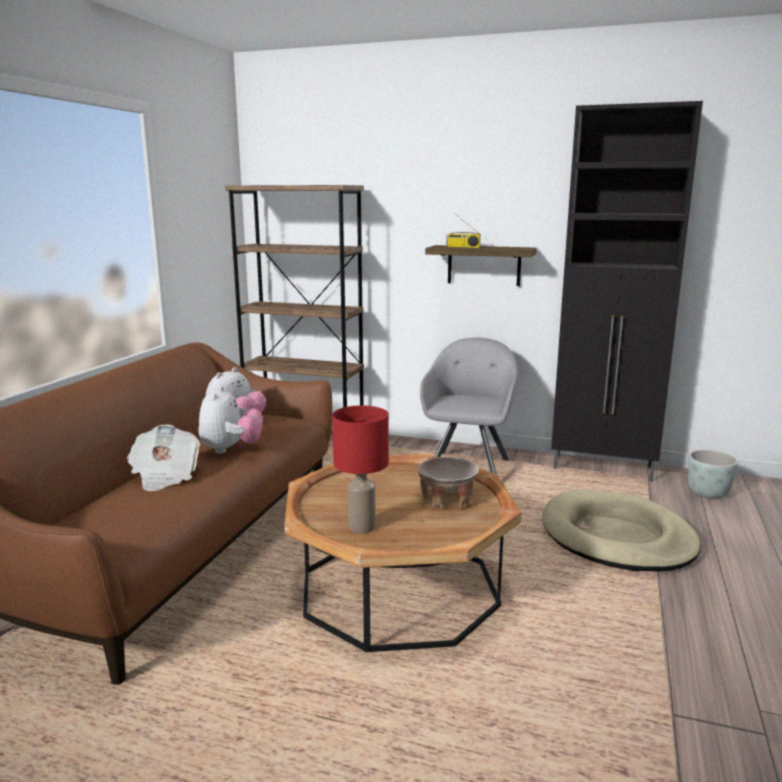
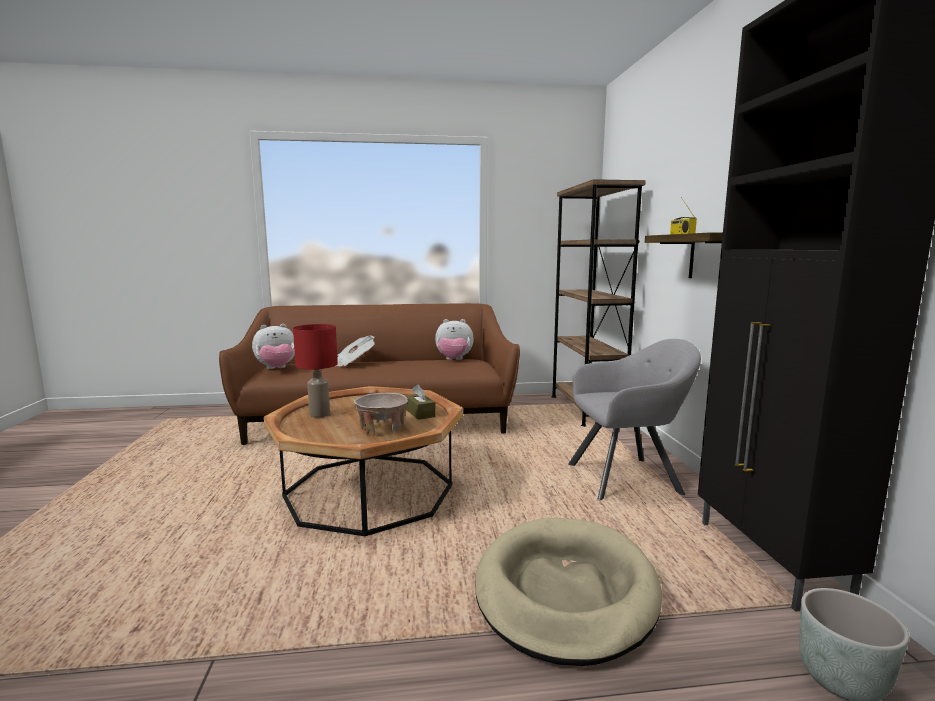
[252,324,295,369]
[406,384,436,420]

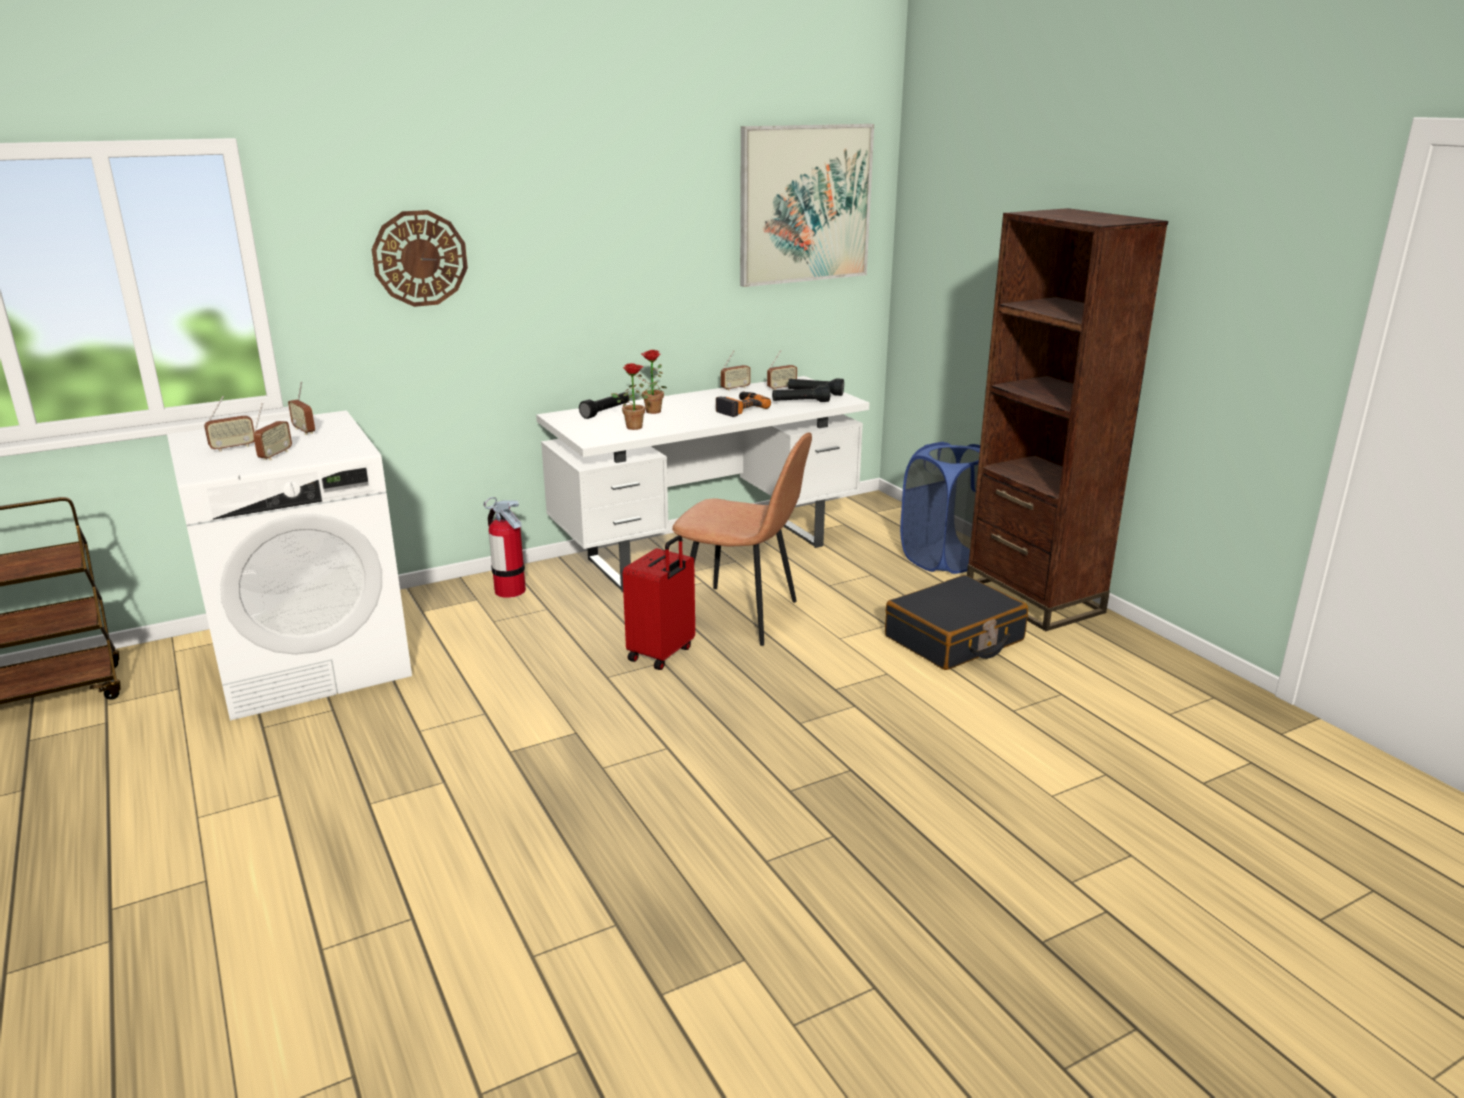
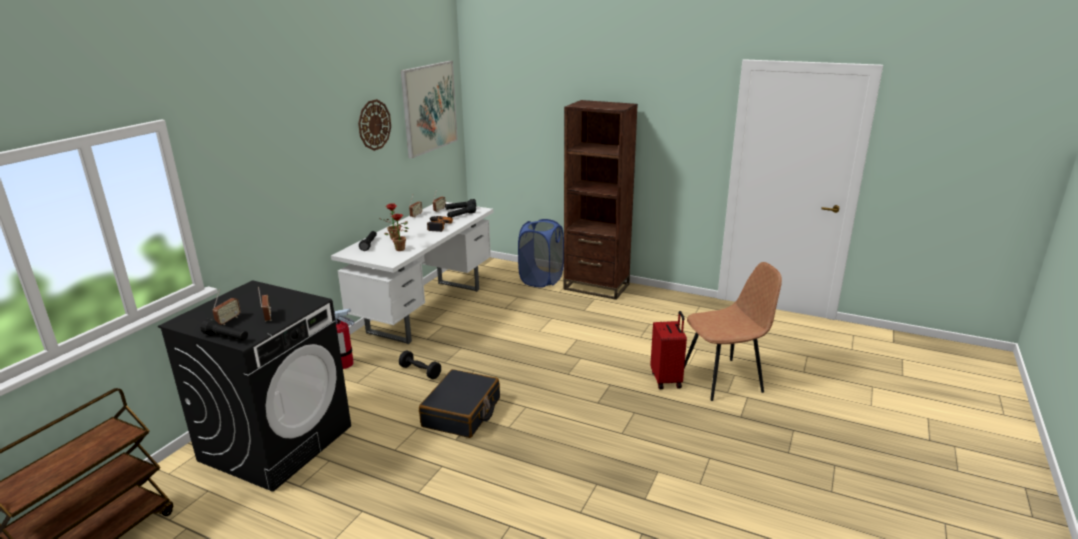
[358,99,391,151]
[288,381,315,435] (first image)
[158,280,351,492]
[684,262,782,401]
[651,311,687,389]
[419,369,500,438]
[201,319,248,341]
[399,350,441,379]

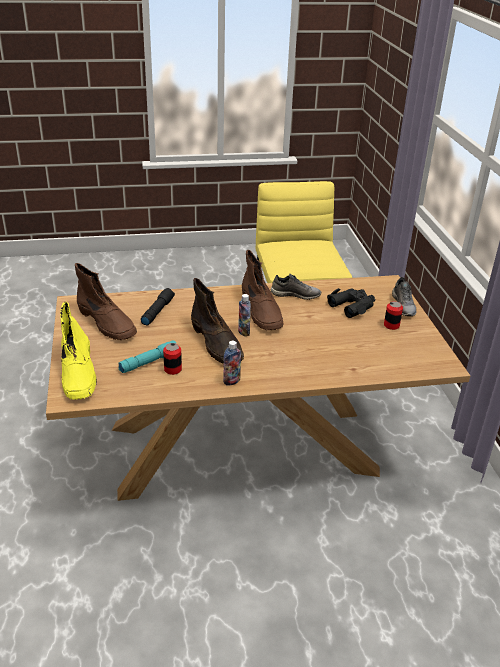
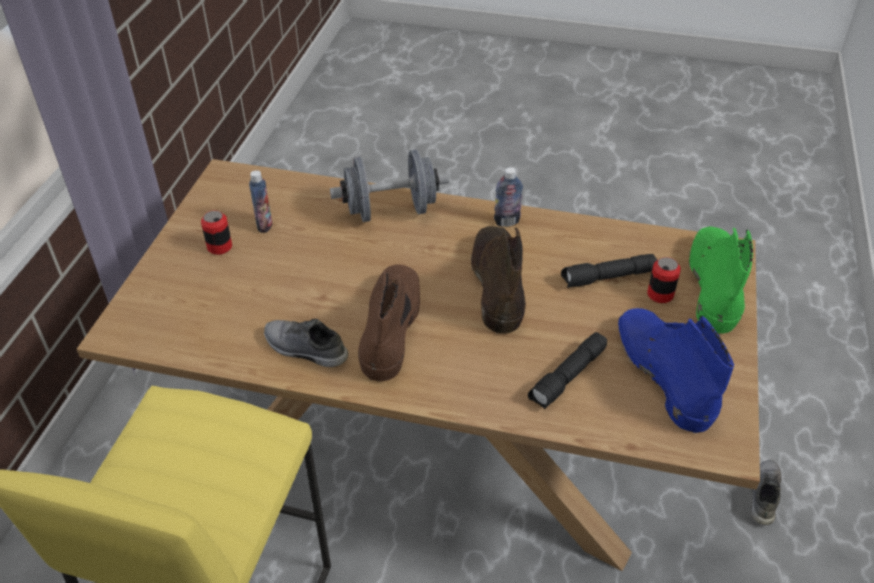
[618,308,734,434]
[750,460,781,525]
[327,288,375,318] (first image)
[249,170,272,233]
[689,226,753,334]
[561,254,657,288]
[647,257,681,303]
[330,149,449,222]

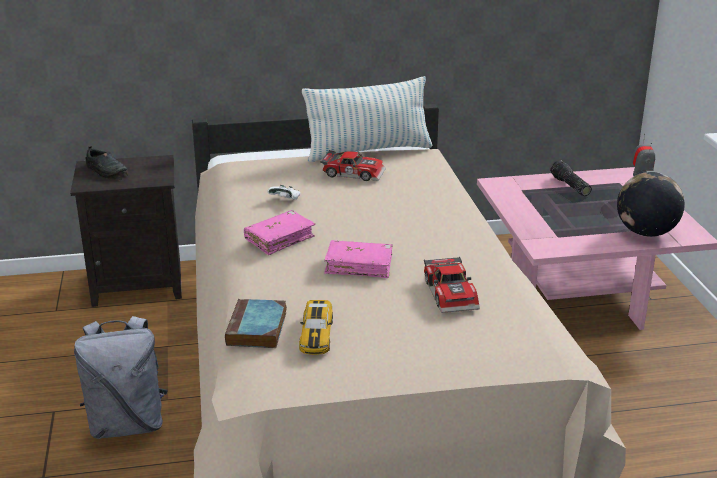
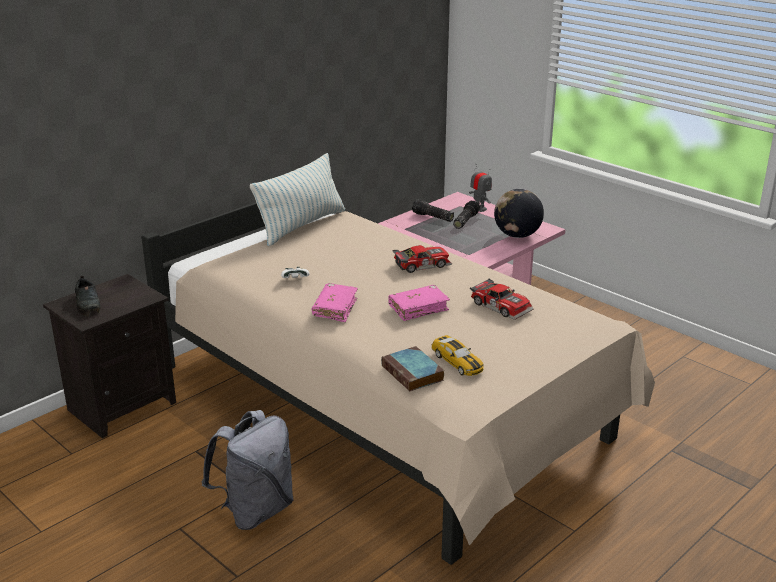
[75,276,100,317]
[392,245,452,273]
[453,201,480,229]

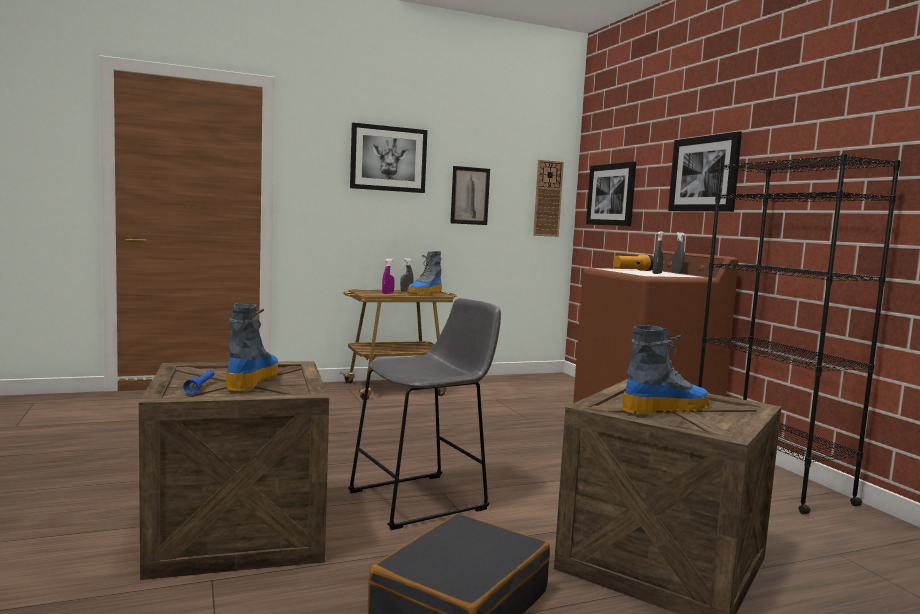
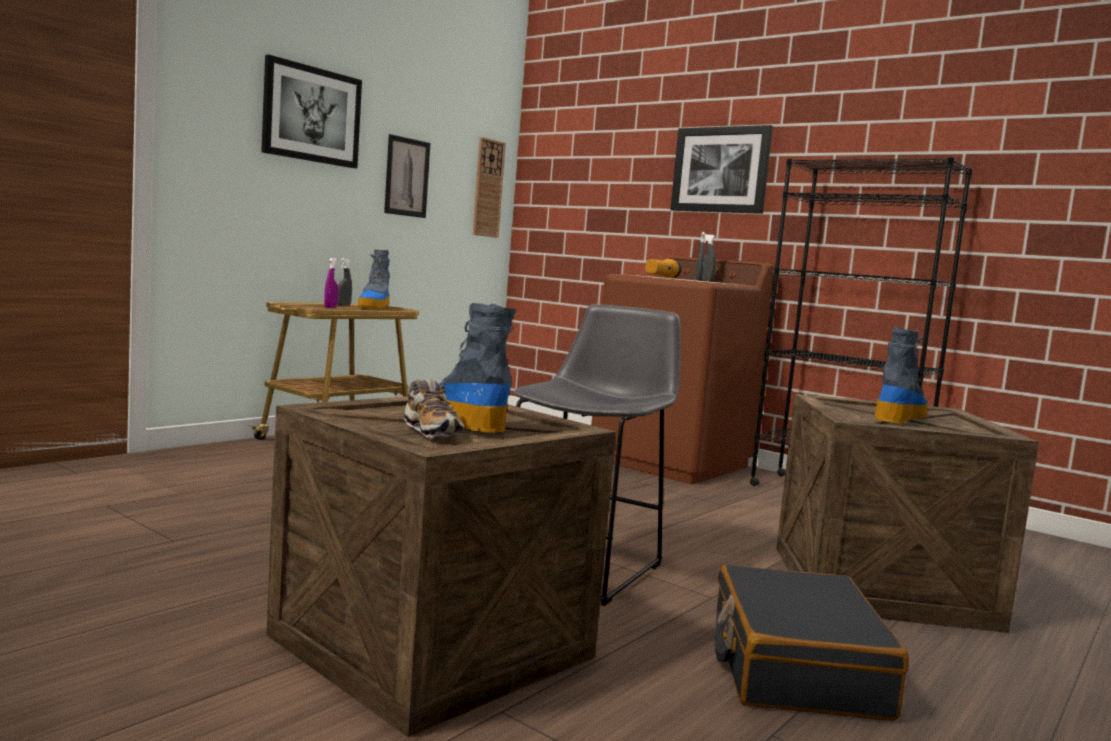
[586,161,636,226] (first image)
[404,379,464,438]

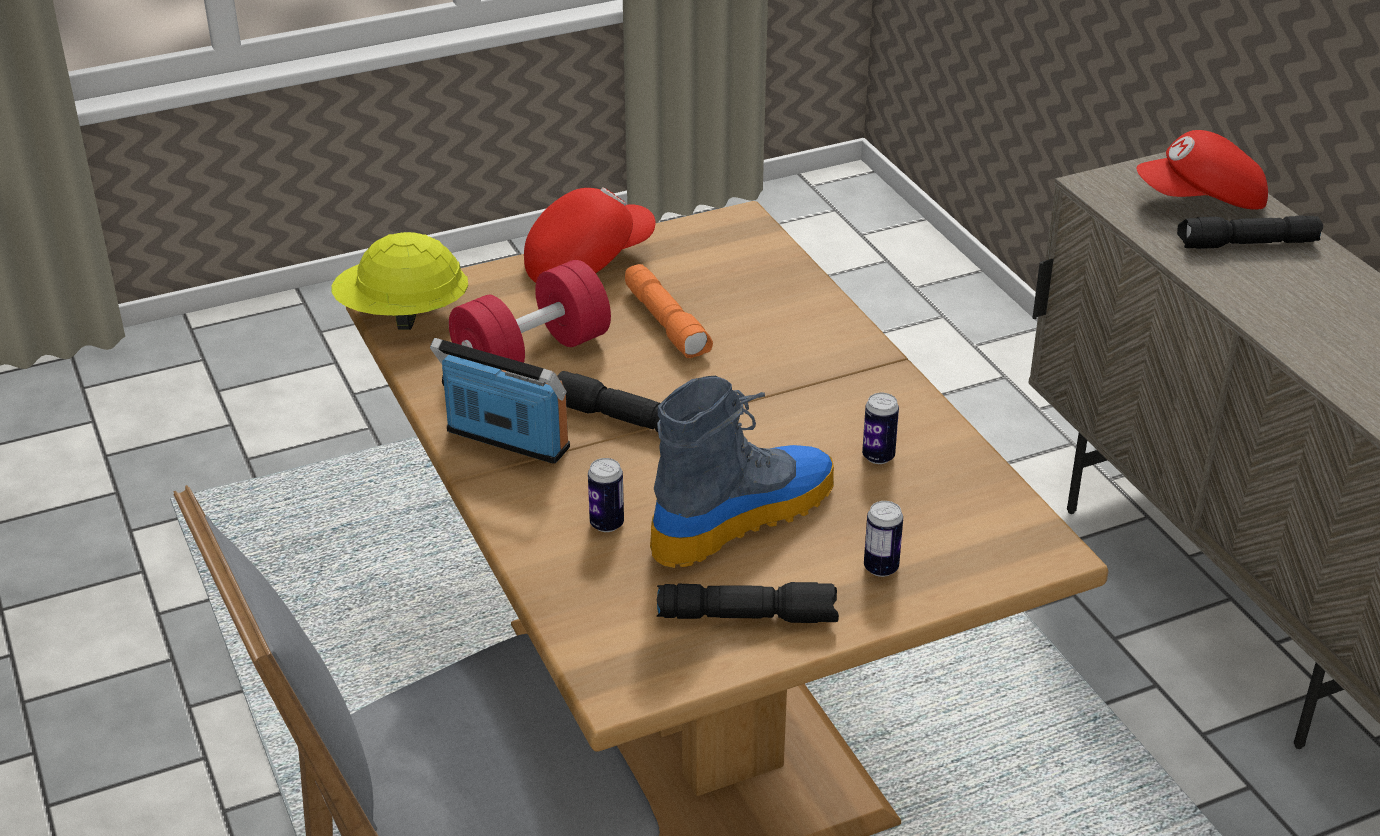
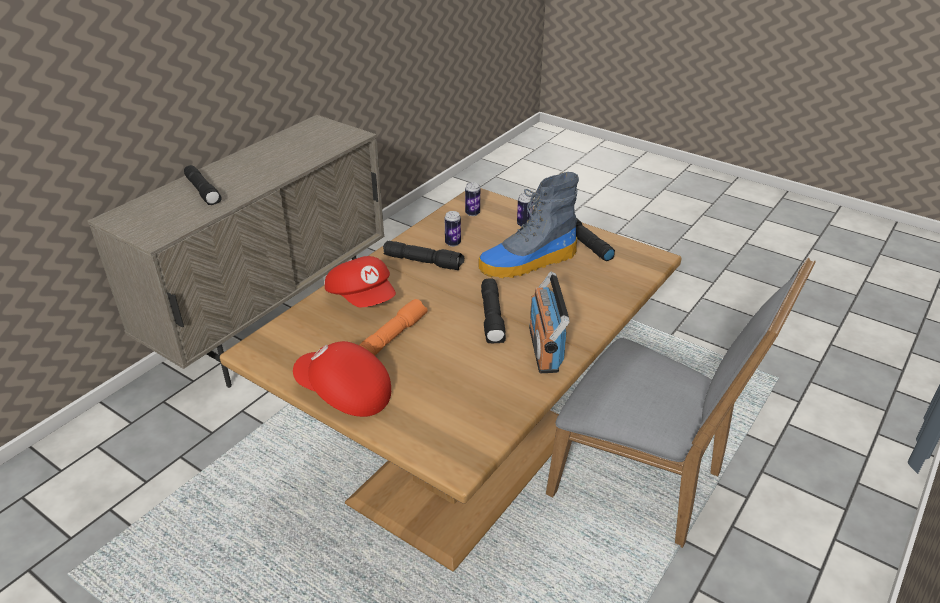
[325,256,396,307]
[332,232,468,330] (first image)
[449,260,611,363] (first image)
[478,172,579,279]
[465,182,480,216]
[383,241,464,270]

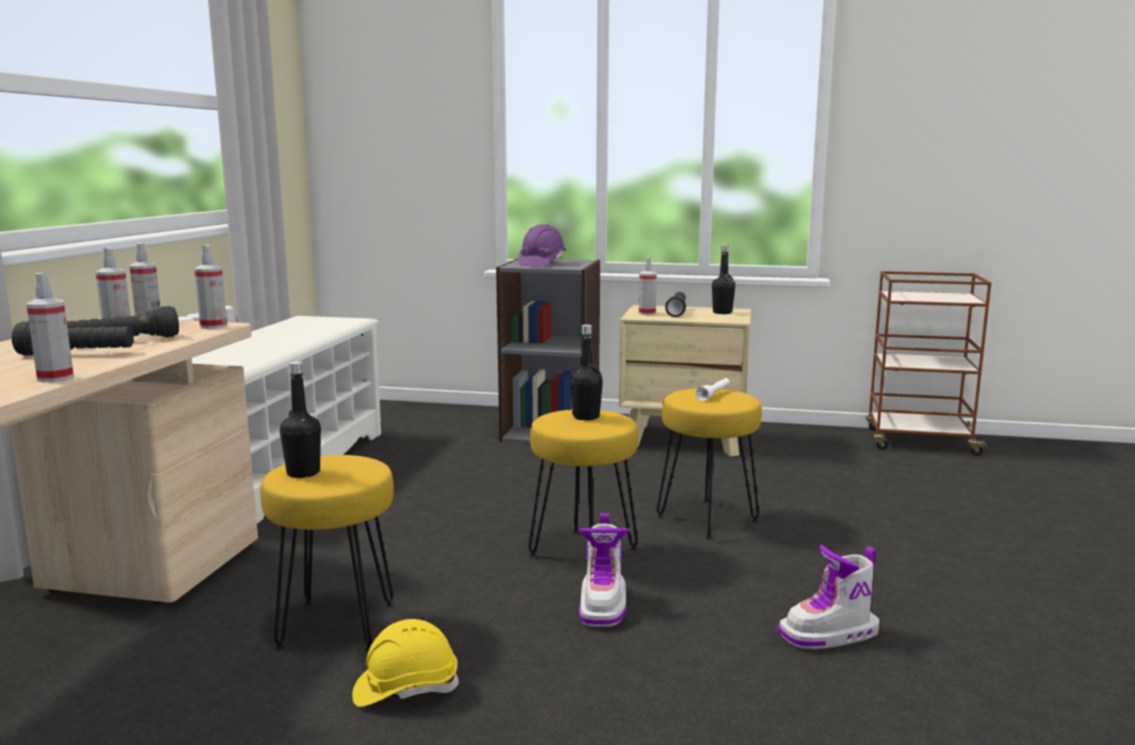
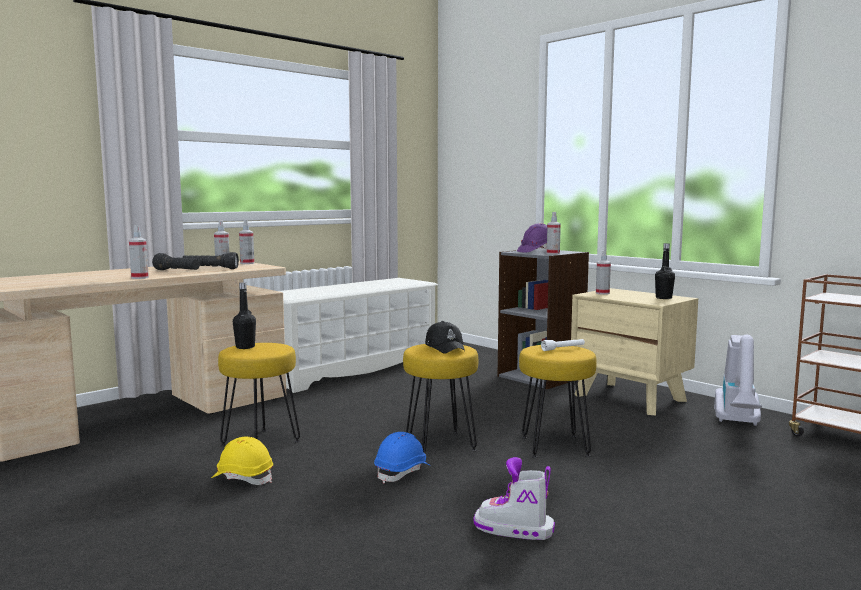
[547,212,561,255]
[665,292,686,317] (first image)
[425,321,465,354]
[374,432,431,484]
[714,335,762,426]

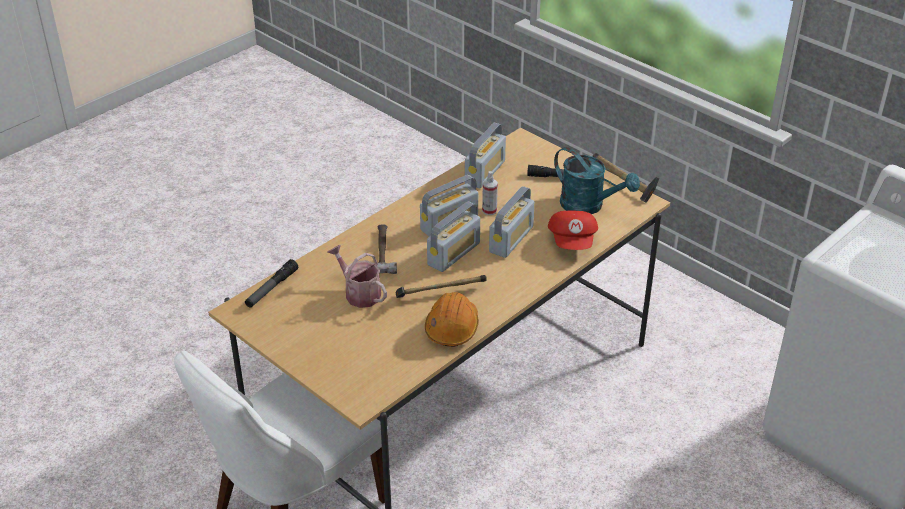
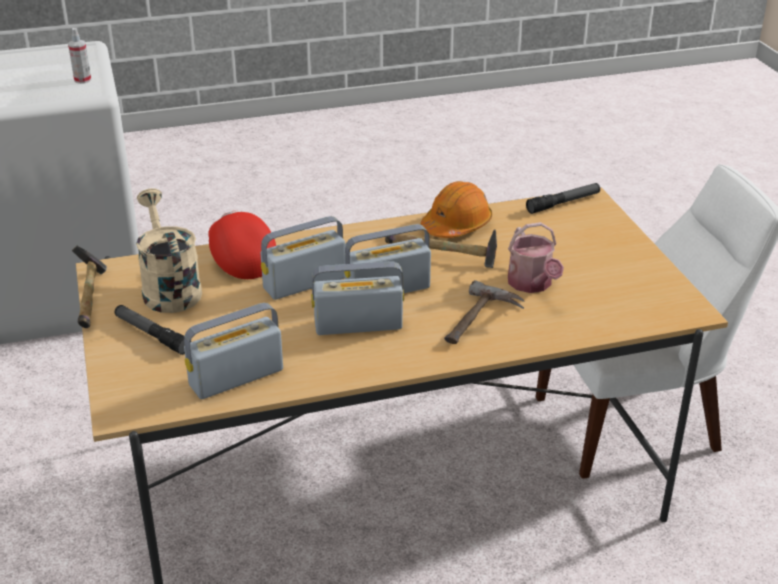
[136,188,202,313]
[68,28,92,84]
[208,211,276,279]
[526,183,600,214]

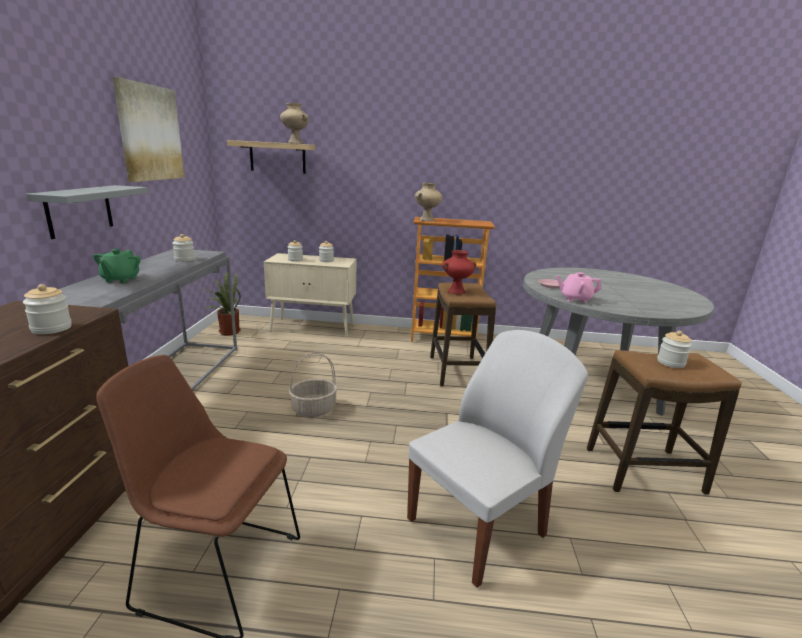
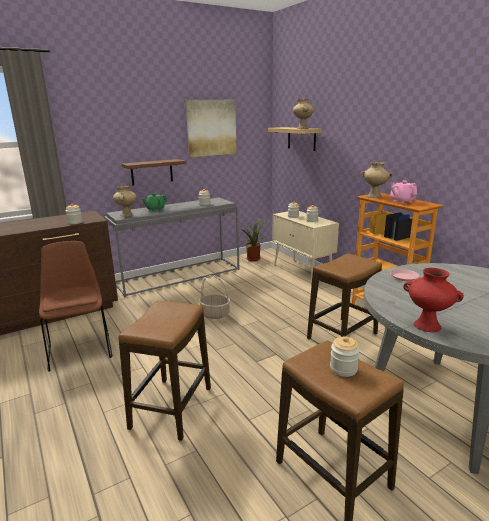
[122,159,186,185]
[403,268,464,332]
[390,181,417,204]
[118,300,211,441]
[113,186,136,217]

